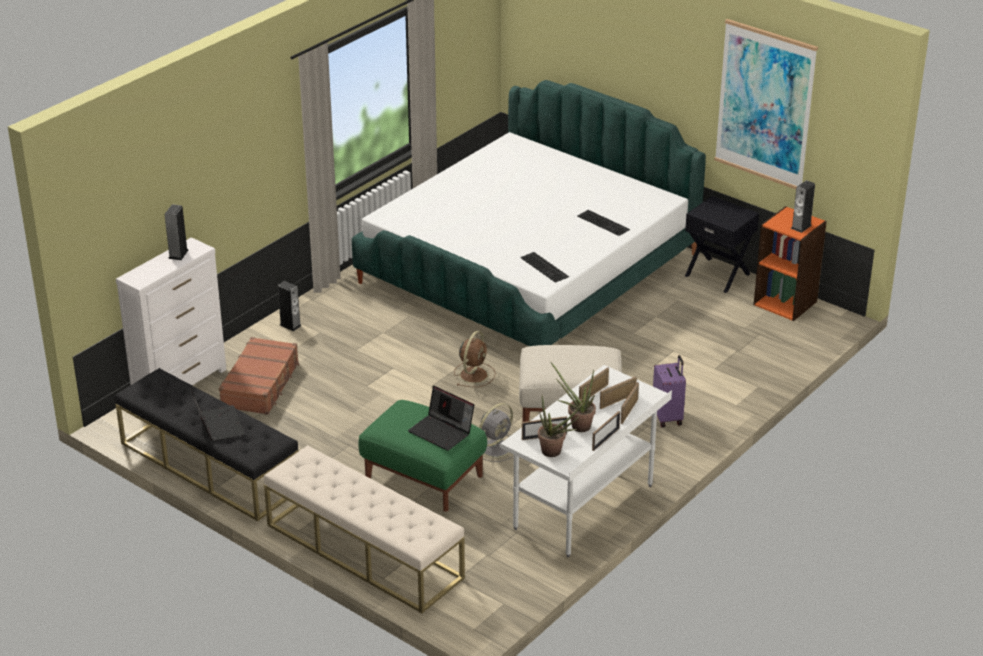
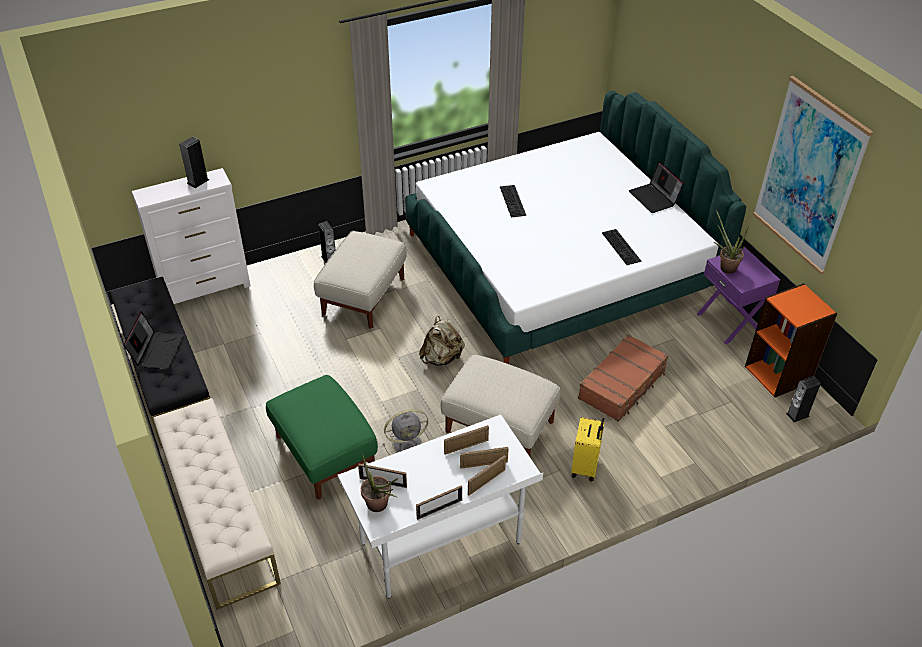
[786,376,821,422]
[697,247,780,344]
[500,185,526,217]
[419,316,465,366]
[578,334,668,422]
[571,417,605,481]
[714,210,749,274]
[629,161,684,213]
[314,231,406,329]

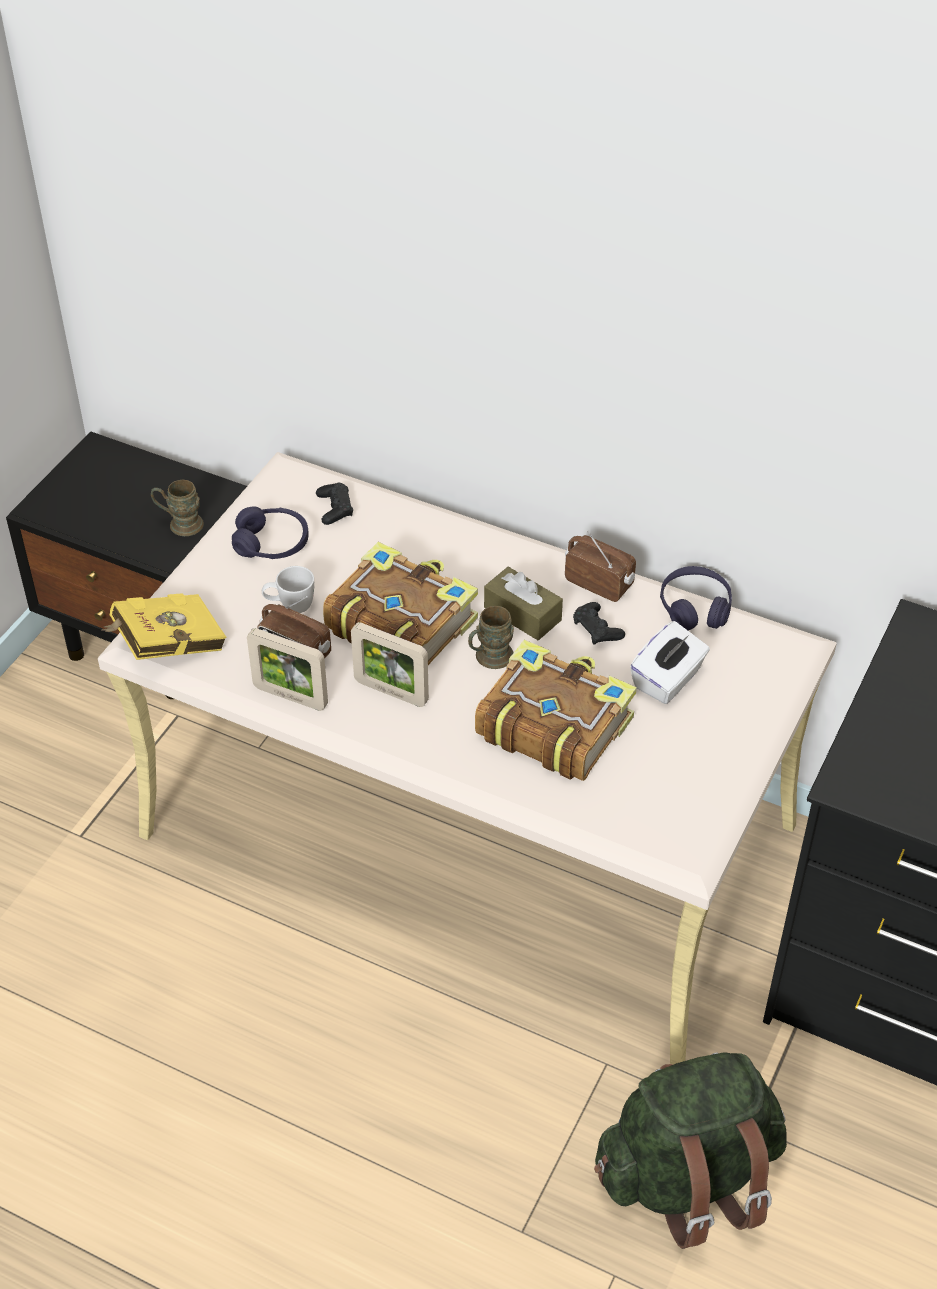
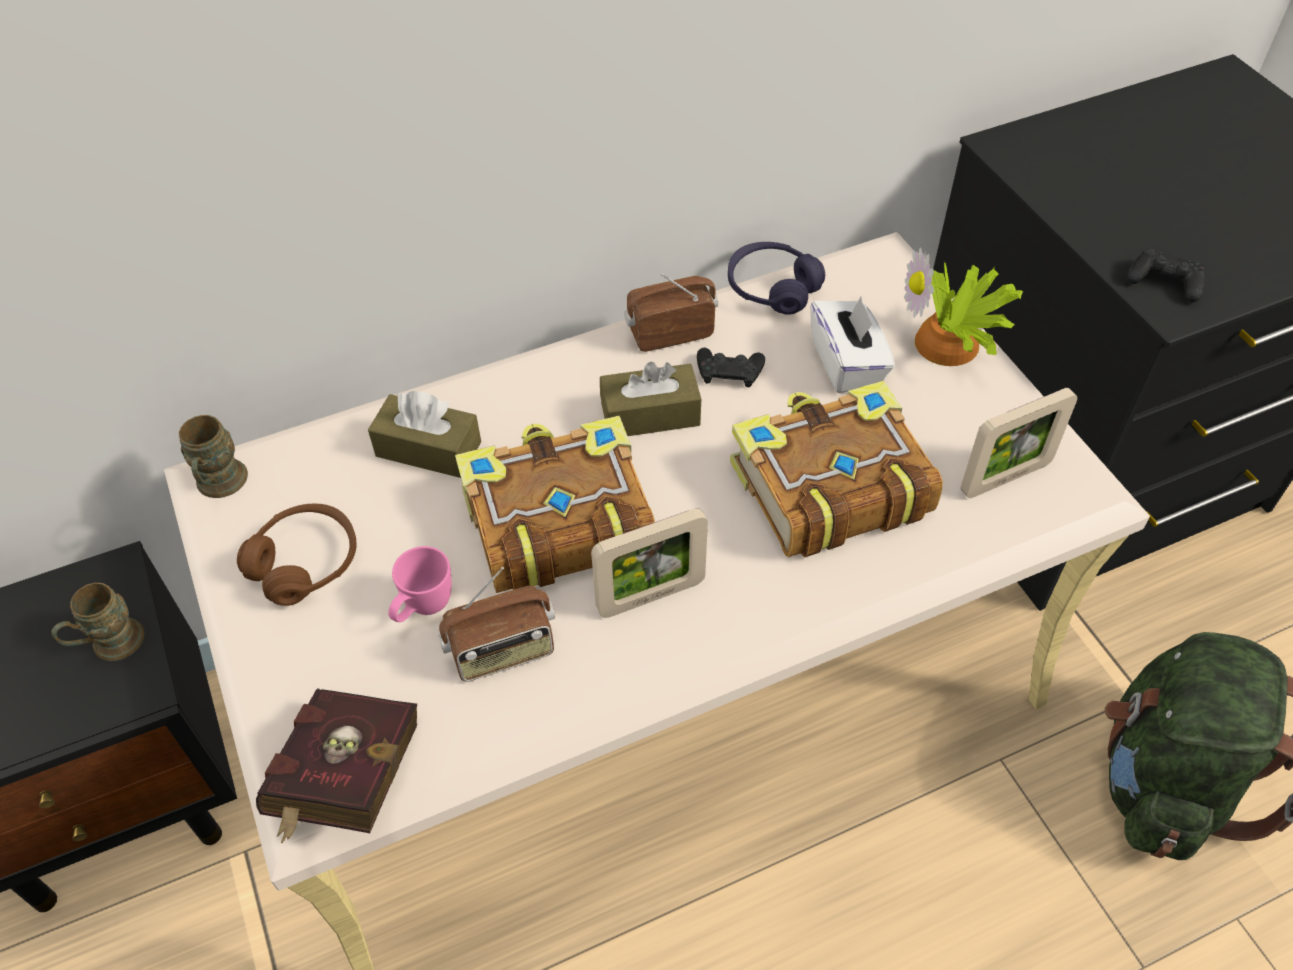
[1127,248,1205,302]
[237,503,357,606]
[388,546,451,622]
[256,688,417,843]
[179,415,248,498]
[961,388,1078,498]
[904,248,1023,366]
[368,391,481,478]

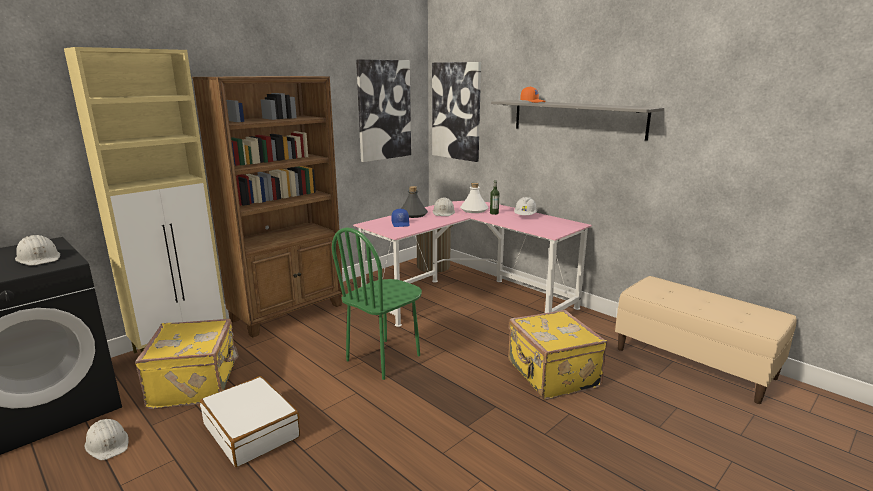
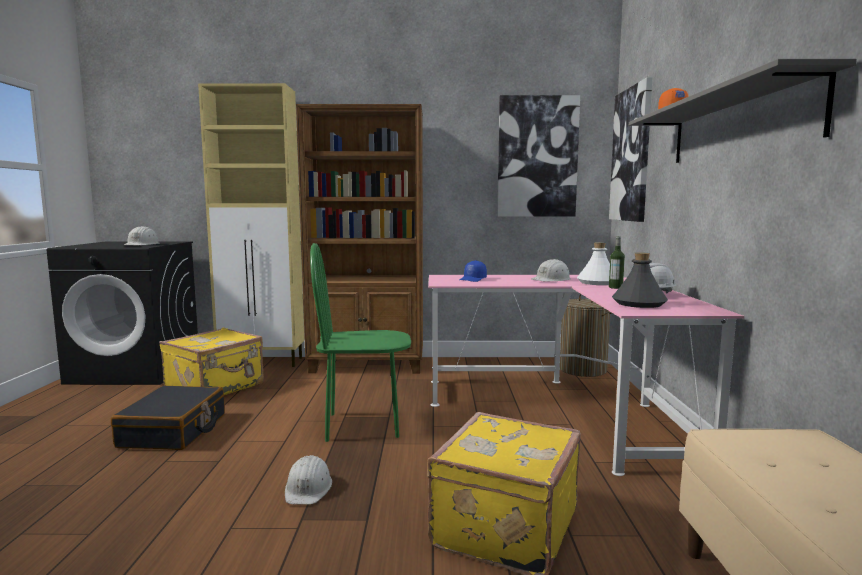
[612,252,668,308]
[111,386,225,450]
[285,455,332,505]

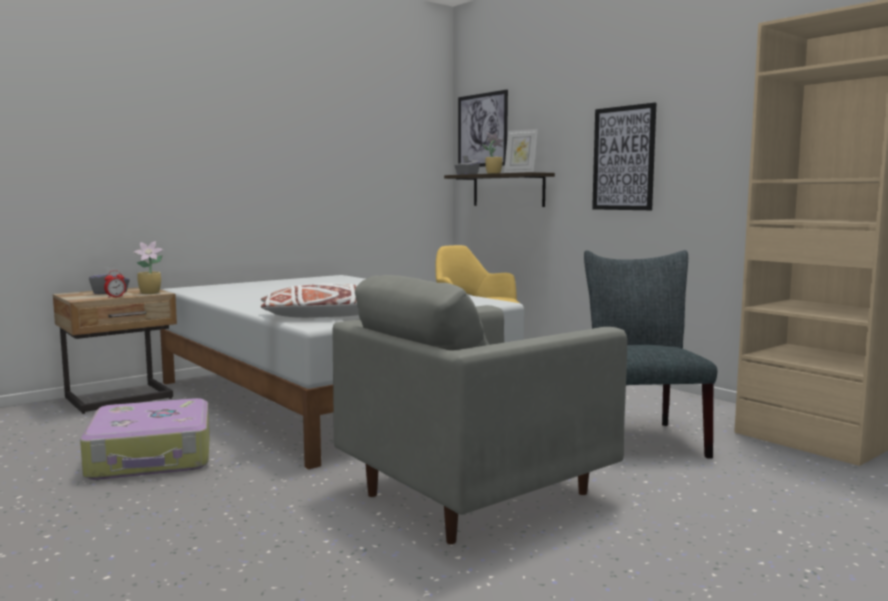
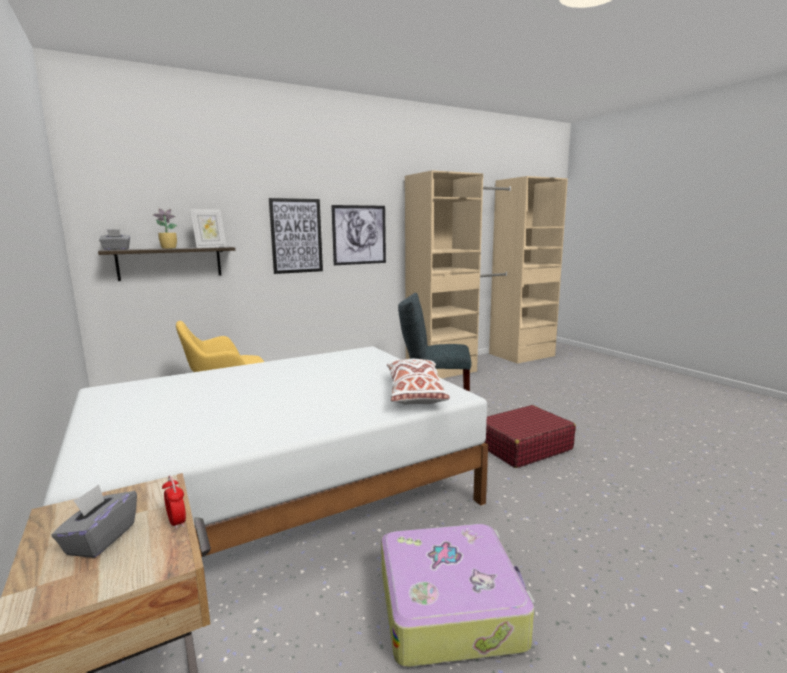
[331,205,386,265]
[133,241,163,294] (first image)
[485,405,576,468]

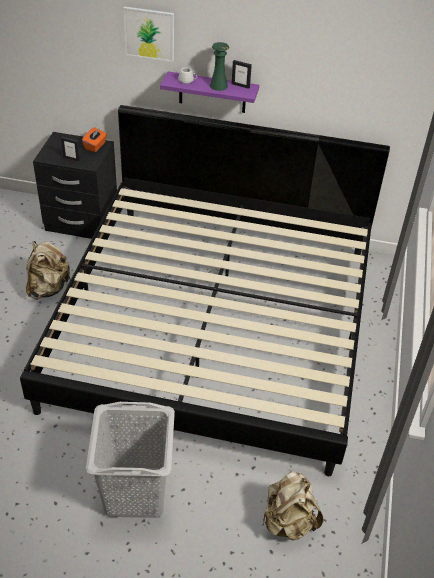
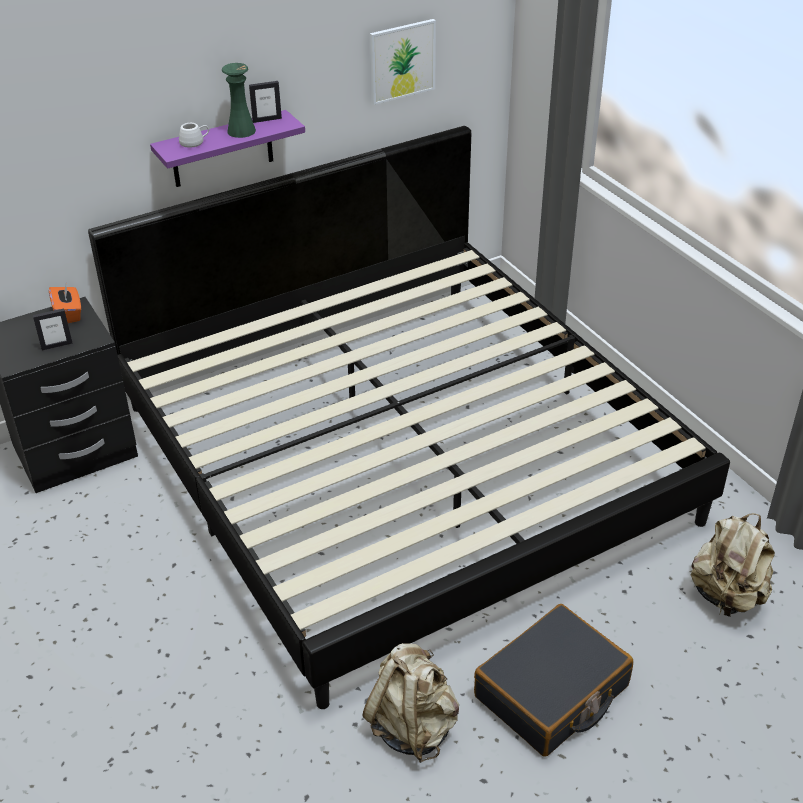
[370,19,436,105]
[363,643,459,763]
[474,604,633,757]

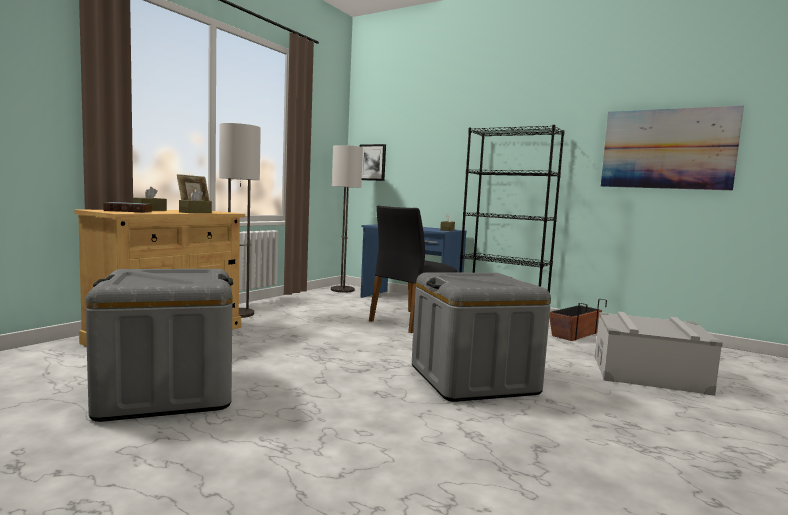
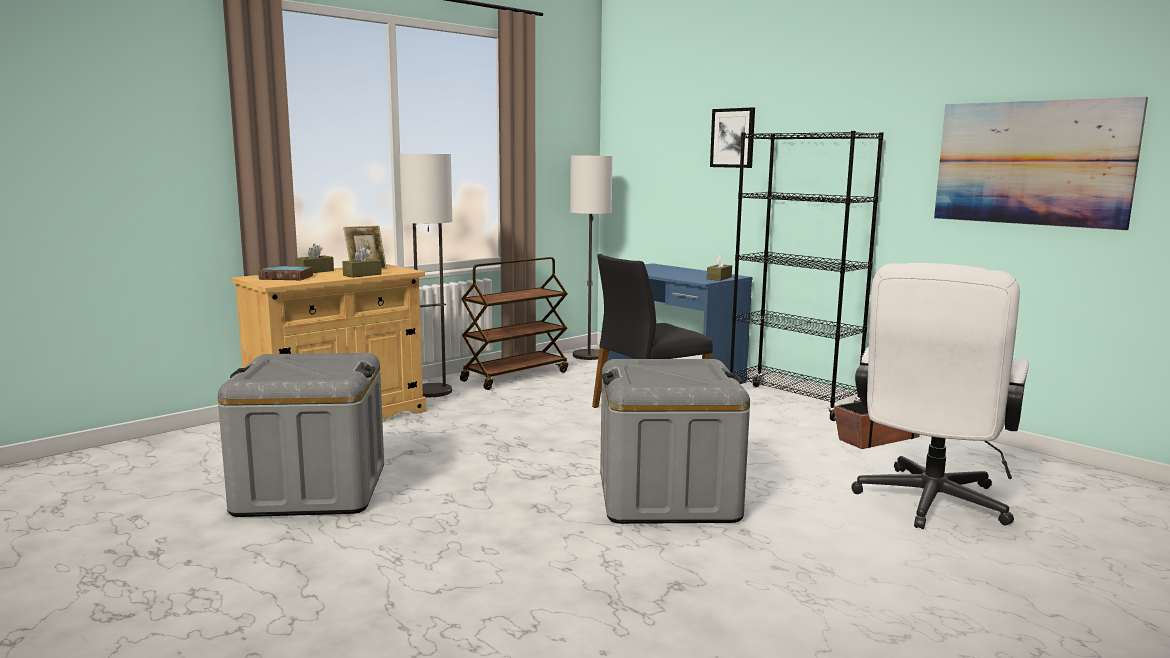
[710,107,755,168]
[851,263,1029,529]
[460,257,568,390]

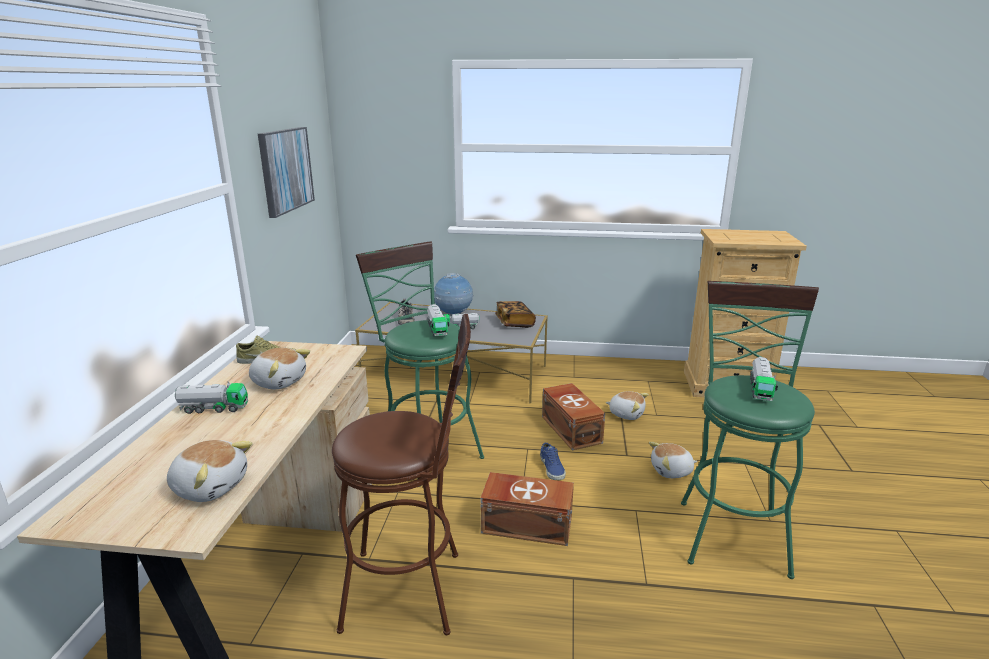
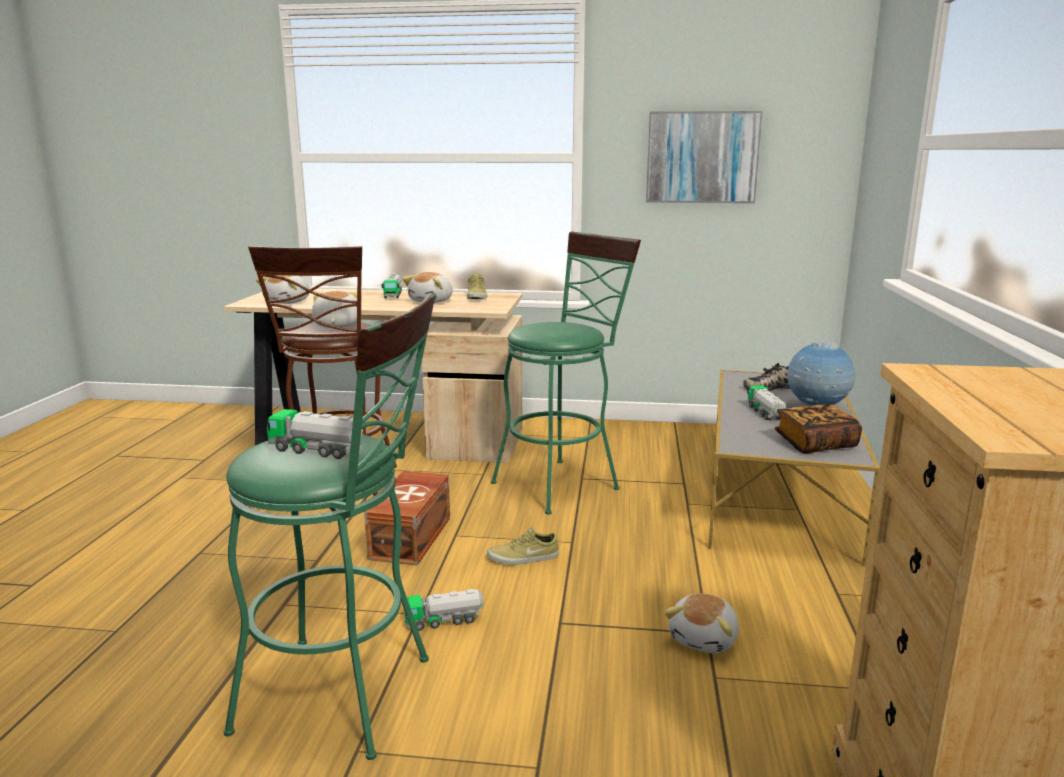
[405,589,483,631]
[542,383,605,450] (first image)
[312,291,362,328]
[487,527,559,565]

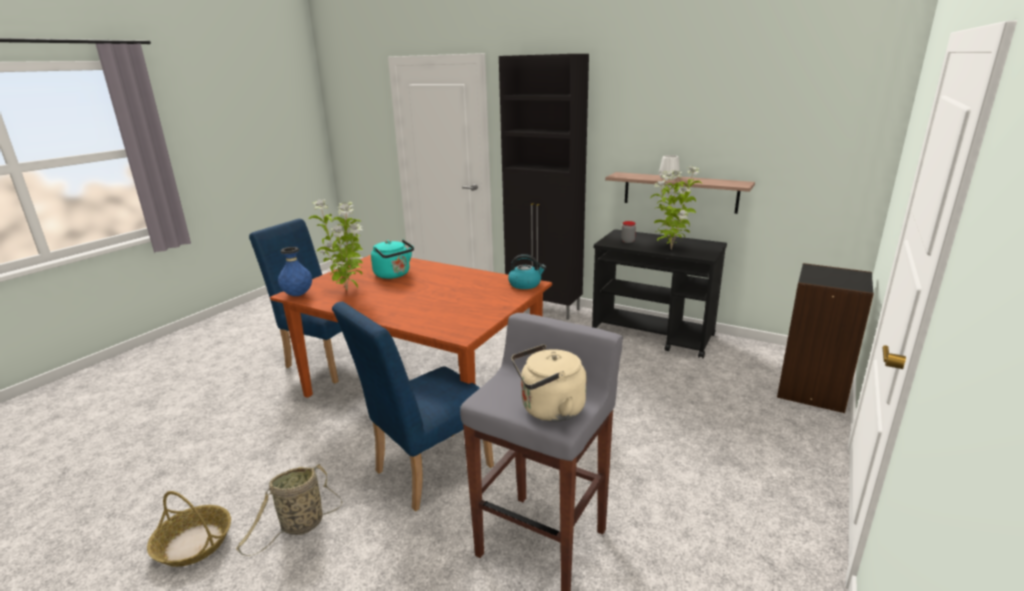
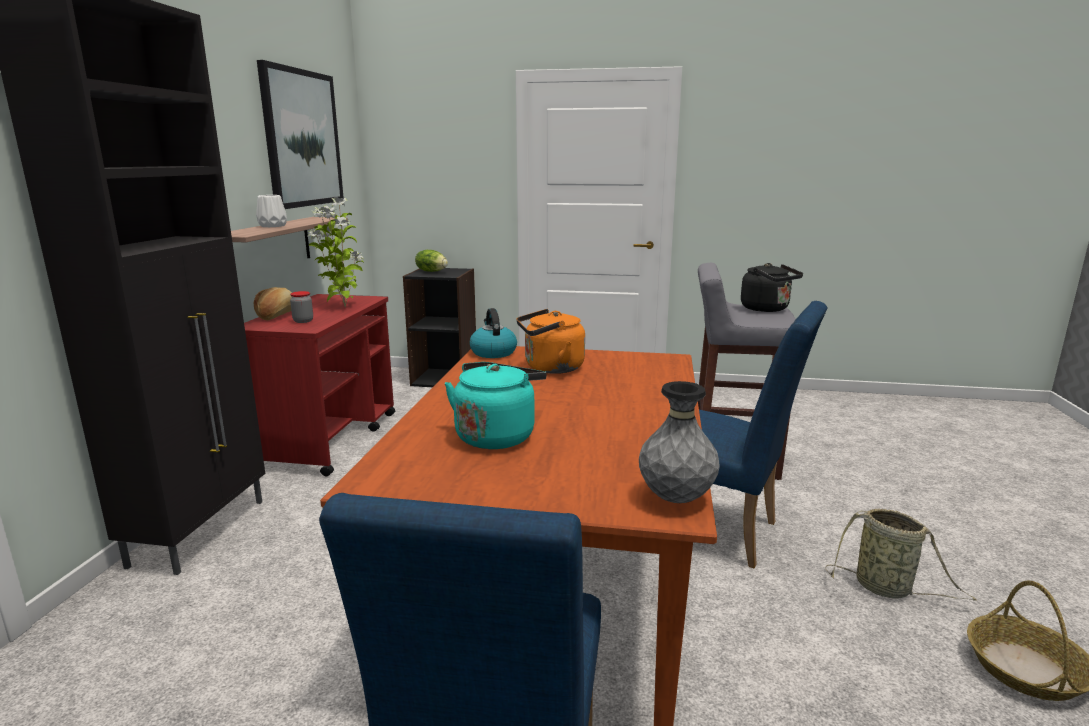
[309,199,363,291] (first image)
[244,294,395,476]
[639,381,720,503]
[741,263,803,312]
[257,60,344,209]
[415,250,448,272]
[254,287,292,320]
[516,309,585,374]

